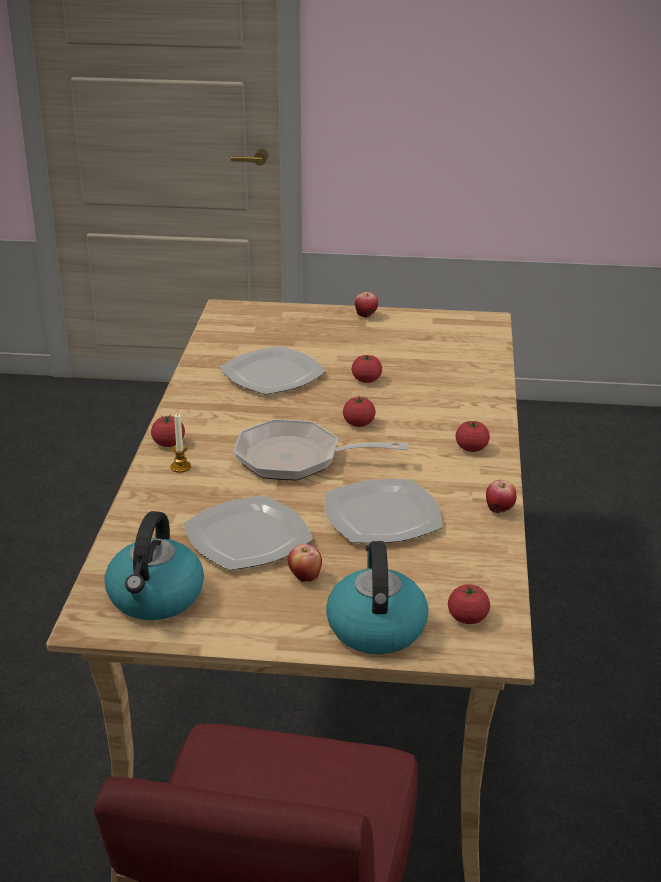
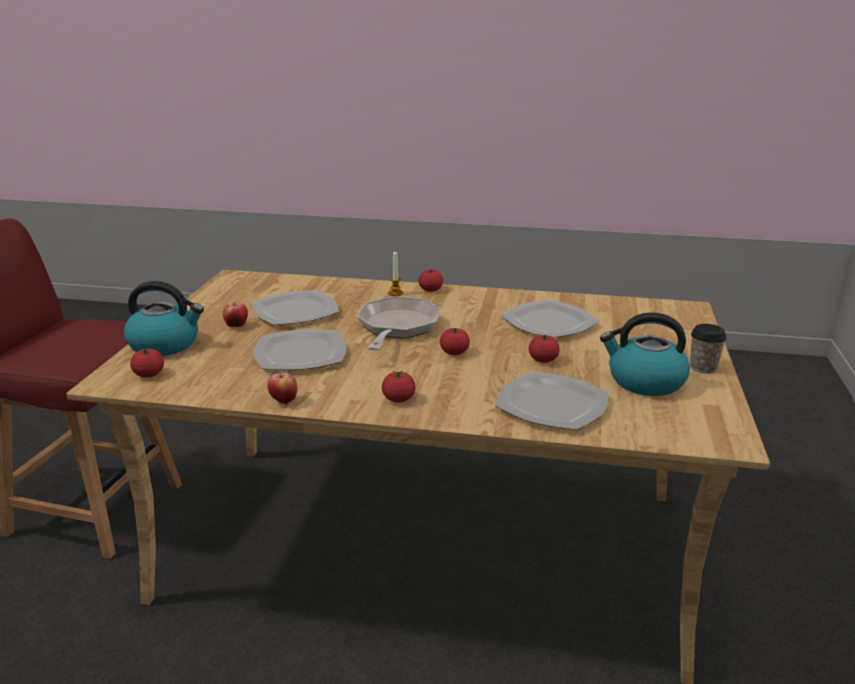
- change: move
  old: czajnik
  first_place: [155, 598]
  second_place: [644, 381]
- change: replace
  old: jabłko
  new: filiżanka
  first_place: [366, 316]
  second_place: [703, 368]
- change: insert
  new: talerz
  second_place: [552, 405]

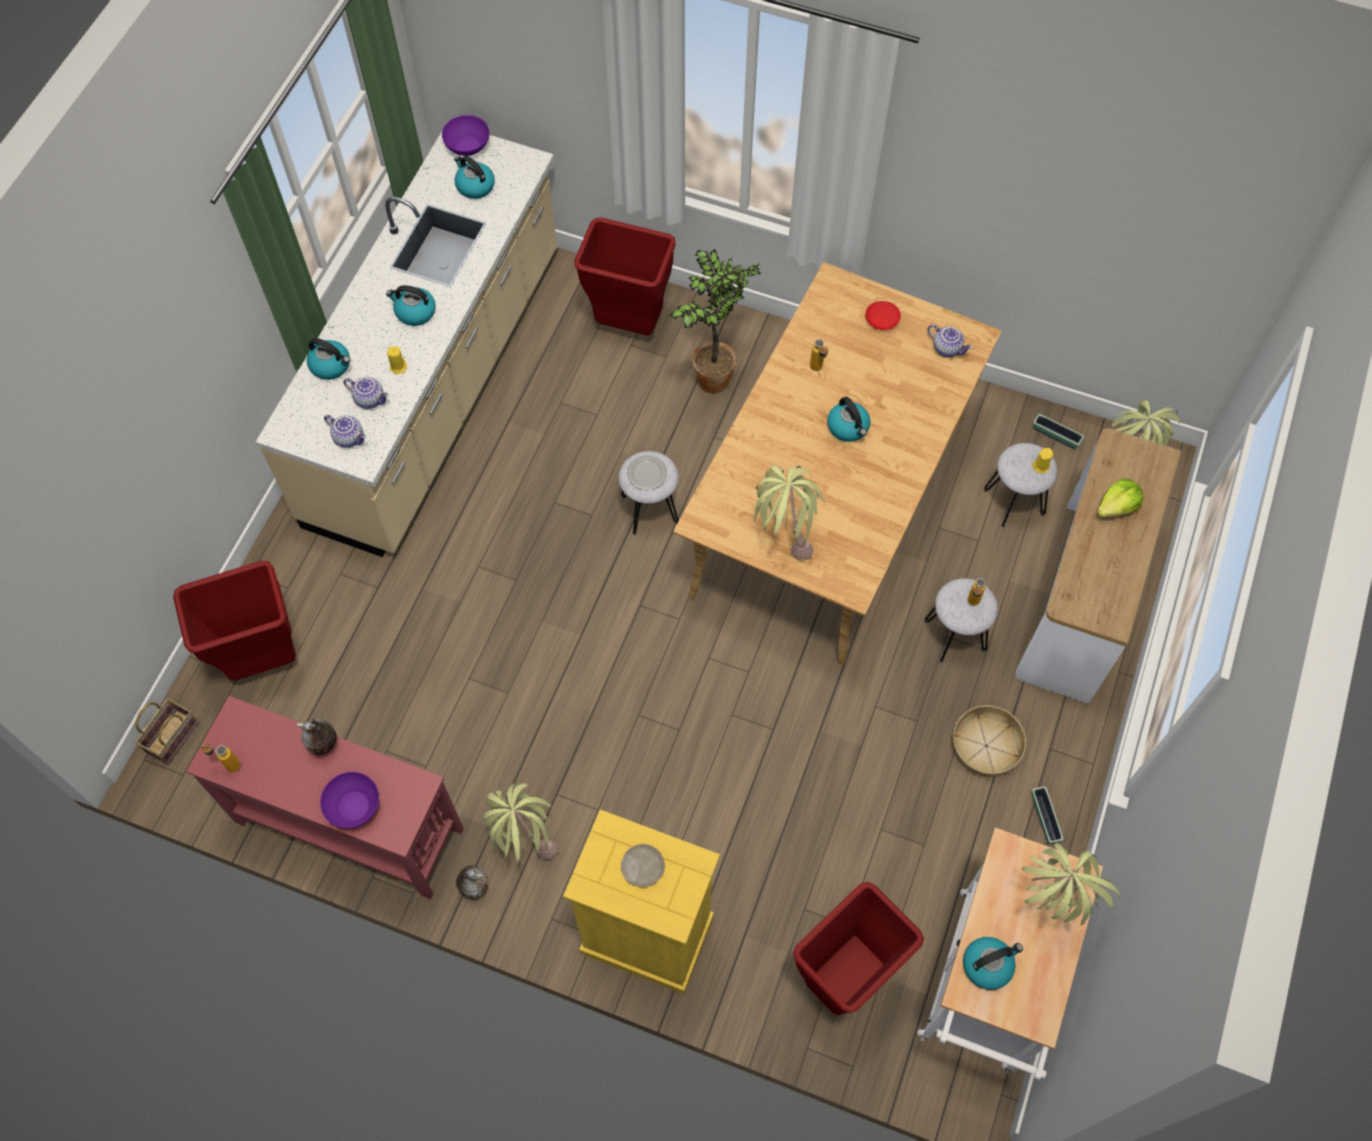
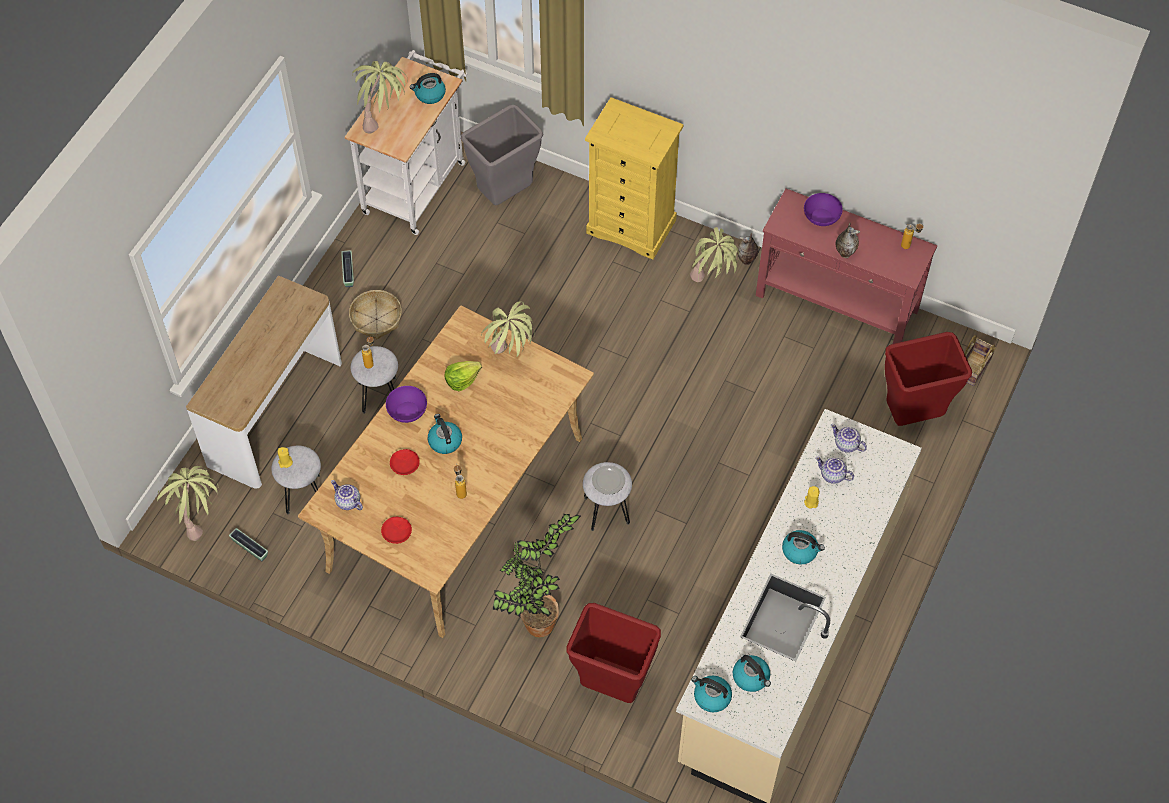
- change: move
  old: czajnik
  first_place: [331, 365]
  second_place: [711, 697]
- change: move
  old: miska/fioletowy
  first_place: [468, 146]
  second_place: [407, 411]
- change: delete
  old: talerz/beżowy
  first_place: [642, 867]
- change: recolor
  old: kosz na śmieci/czerwony
  new: kosz na śmieci/szary
  first_place: [844, 980]
  second_place: [505, 194]
- change: move
  old: sałata
  first_place: [1117, 507]
  second_place: [462, 380]
- change: insert
  new: talerz/czerwony
  second_place: [405, 464]

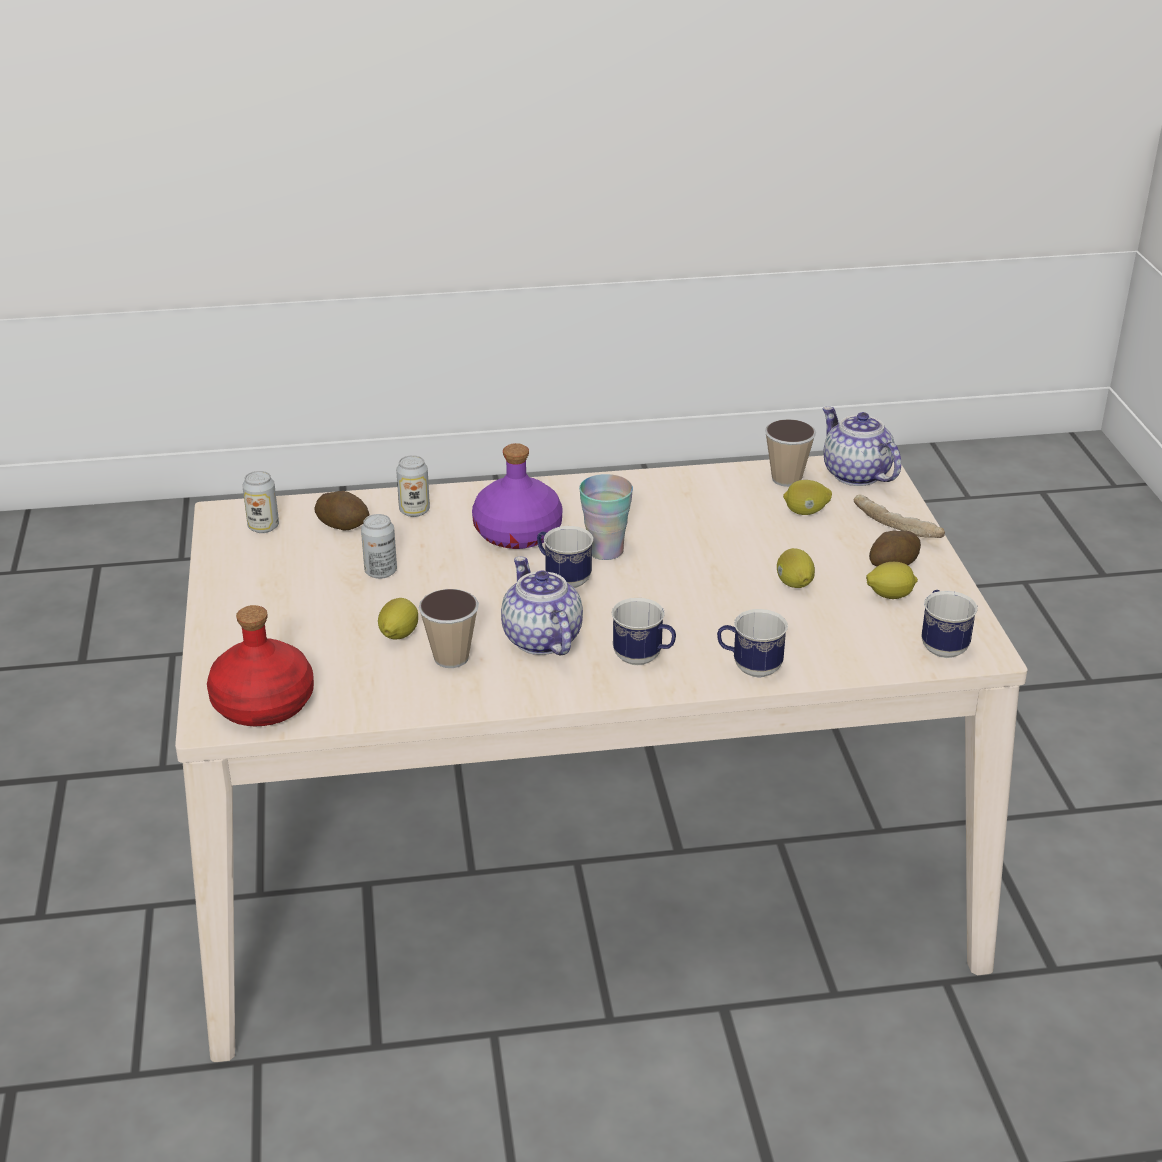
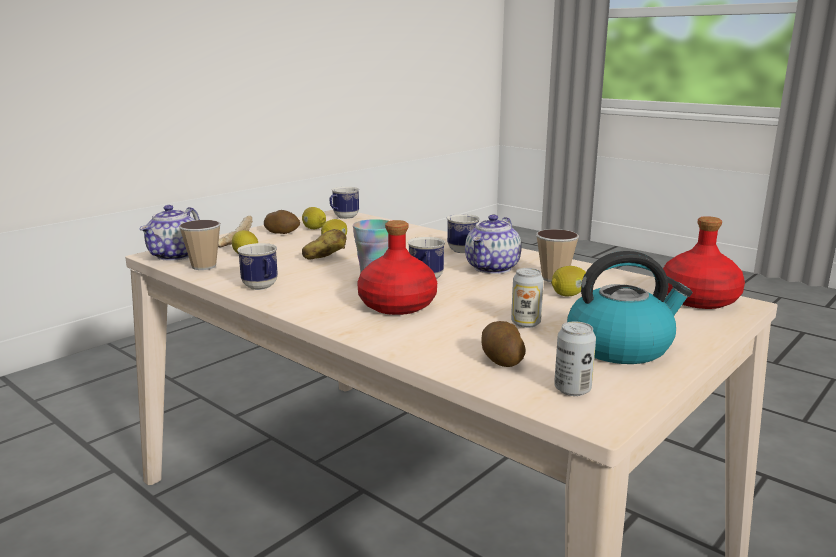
- change: delete
  old: puszka
  first_place: [414, 511]
- change: recolor
  old: butelka/fioletowy
  new: butelka/czerwony
  first_place: [517, 534]
  second_place: [398, 305]
- change: move
  old: kubek
  first_place: [749, 668]
  second_place: [262, 287]
- change: insert
  new: ziemniak
  second_place: [324, 257]
- change: insert
  new: czajnik
  second_place: [620, 346]

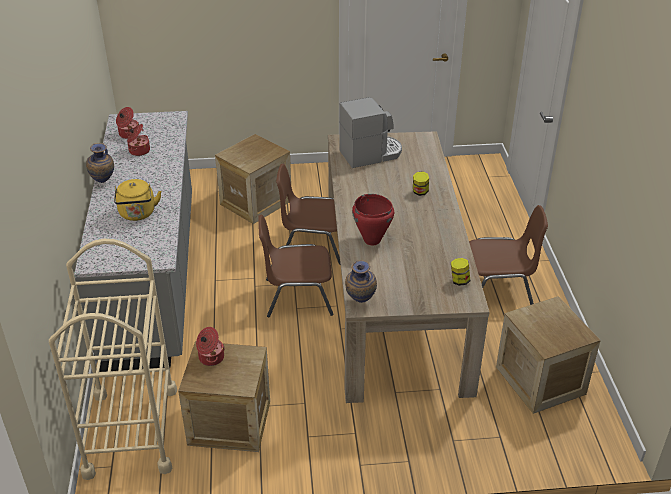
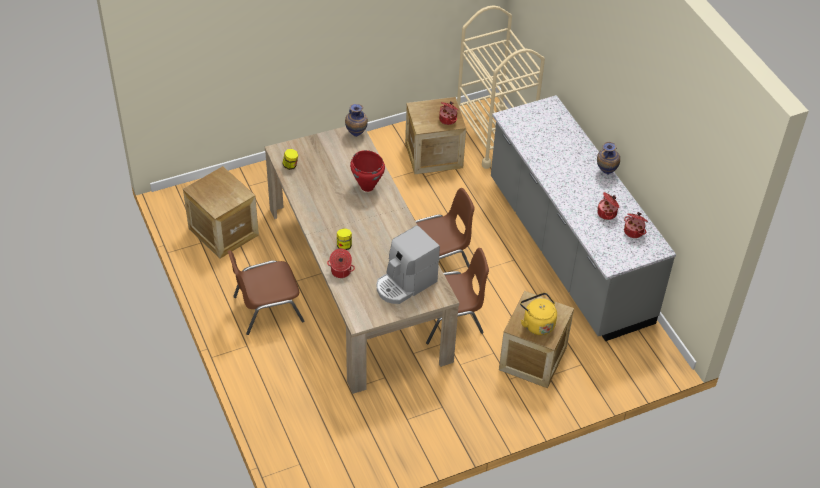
- change: move
  old: czajnik/żółty
  first_place: [138, 214]
  second_place: [537, 323]
- change: insert
  new: garnek
  second_place: [340, 271]

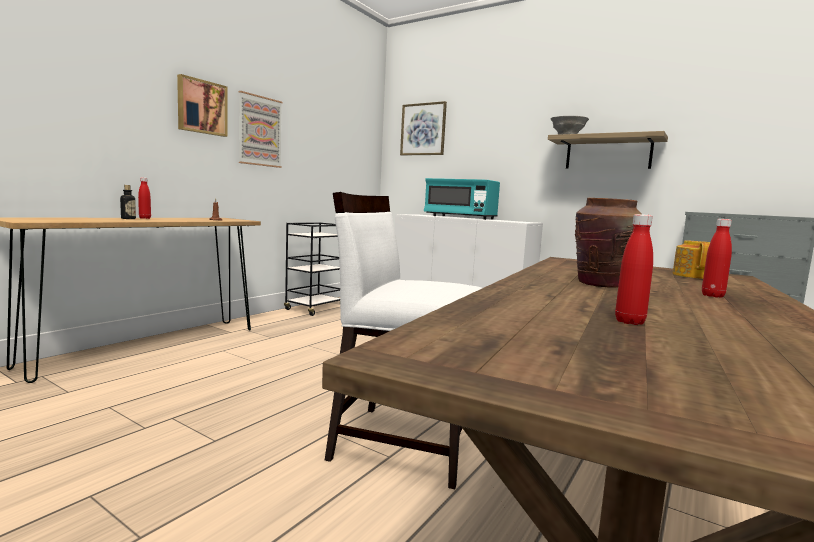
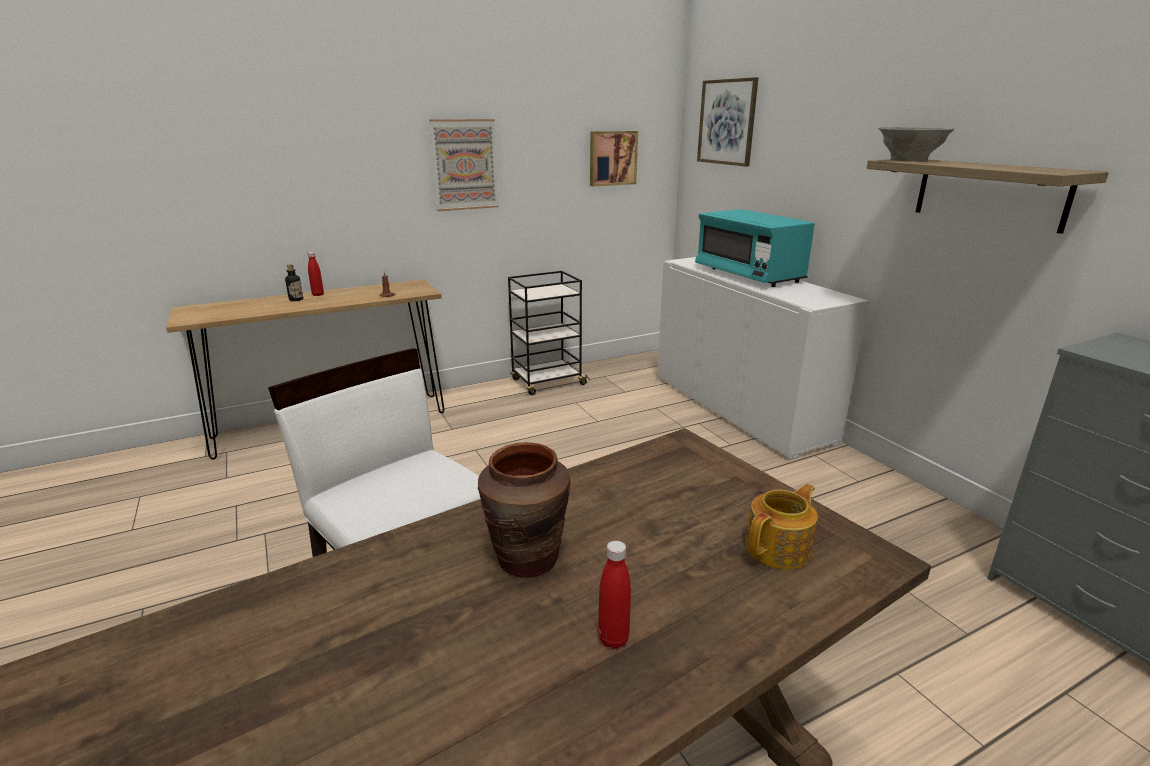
- change: move
  old: obraz
  first_place: [201, 107]
  second_place: [612, 158]
- change: delete
  old: butelka/czerwony
  first_place: [629, 322]

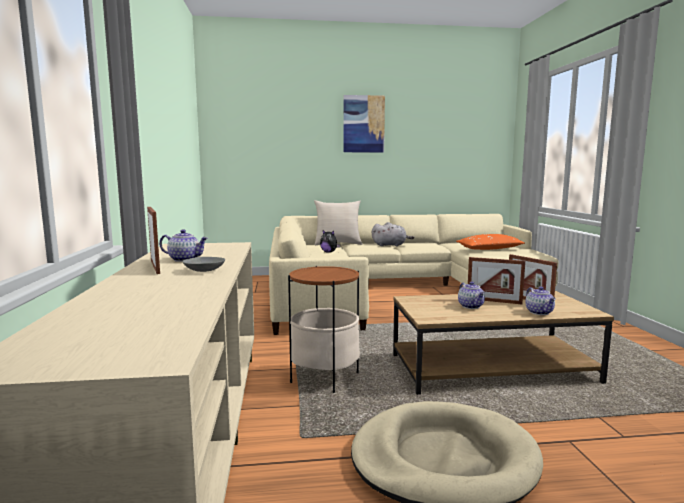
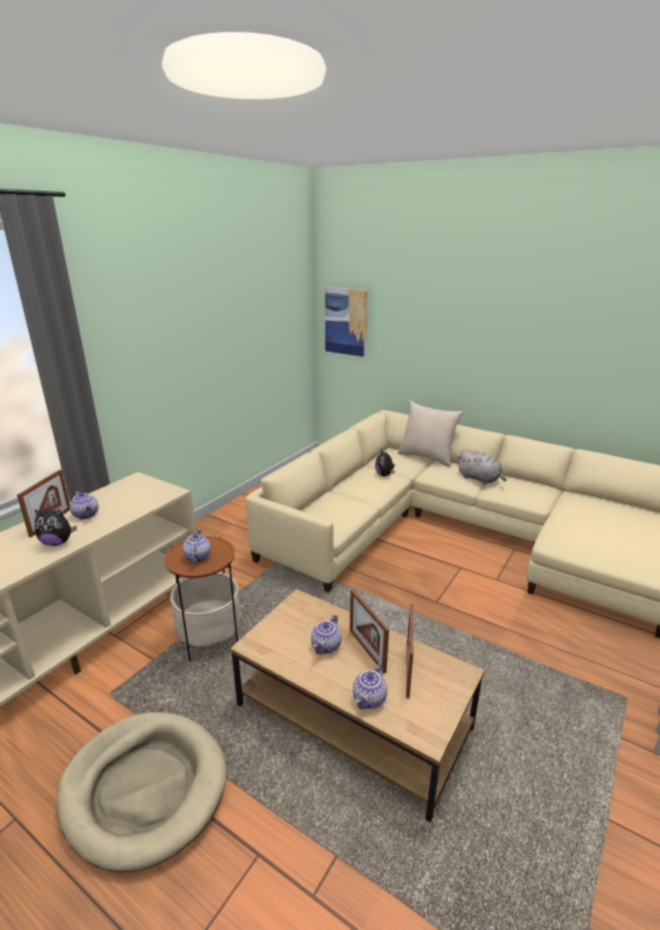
- change: replace
  old: miska/szary
  new: pluszak
  first_place: [204, 270]
  second_place: [57, 543]
- change: move
  old: obraz
  first_place: [363, 124]
  second_place: [346, 321]
- change: delete
  old: poduszka/pomarańczowy
  first_place: [489, 249]
- change: insert
  new: imbryk
  second_place: [197, 557]

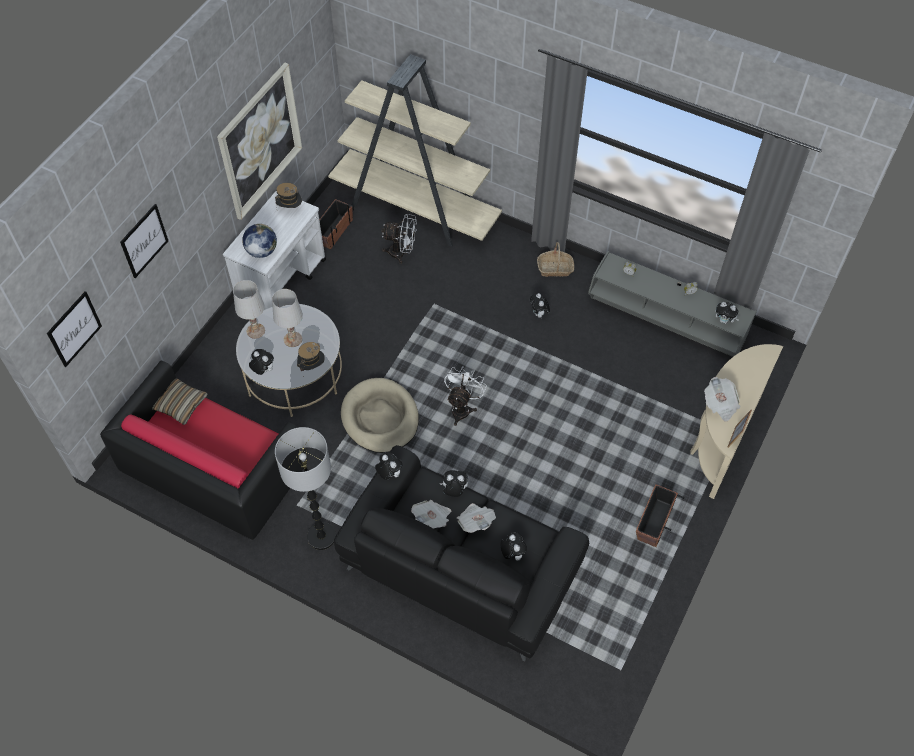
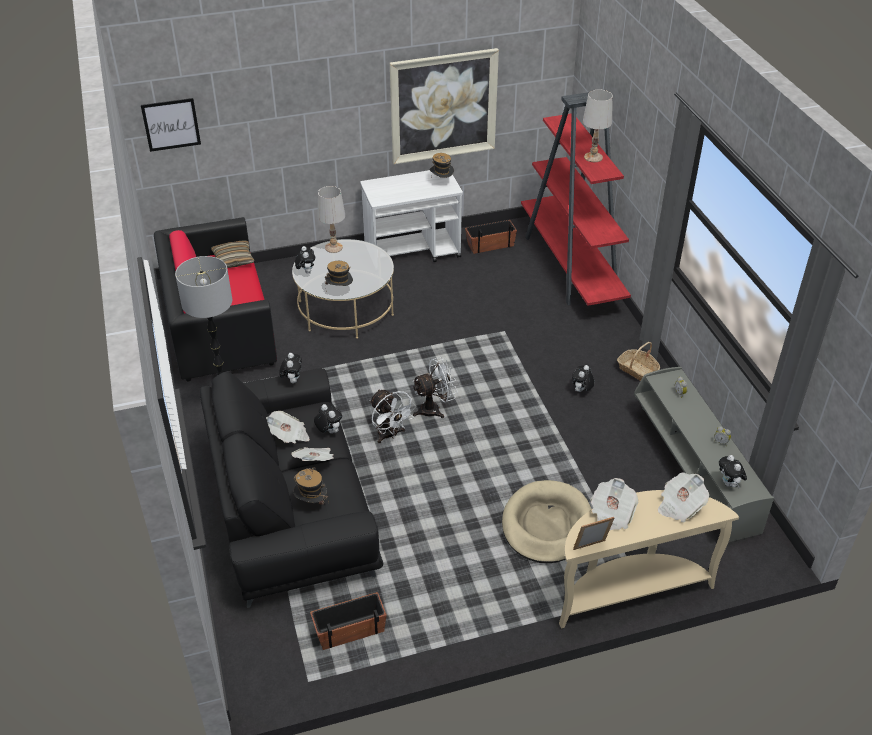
- change: delete
  old: obraz
  first_place: [144, 241]
- change: delete
  old: globus
  first_place: [261, 251]
- change: move
  old: lampa stołowa/biały
  first_place: [293, 339]
  second_place: [593, 157]
- change: recolor
  old: regał/beżowy
  new: regał/czerwony
  first_place: [415, 209]
  second_place: [571, 267]
- change: move
  old: legowisko/beżowy
  first_place: [380, 418]
  second_place: [546, 525]
- change: move
  old: wentylator/biały
  first_place: [401, 253]
  second_place: [390, 435]
- change: replace
  old: pluszak
  new: kapelusz
  first_place: [512, 553]
  second_place: [311, 503]
- change: move
  old: donica
  first_place: [654, 522]
  second_place: [350, 630]
- change: insert
  new: gazeta
  second_place: [679, 506]

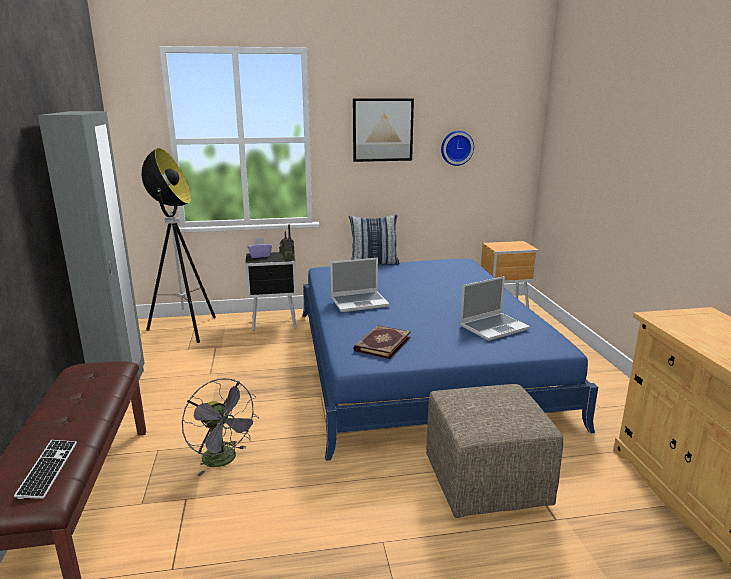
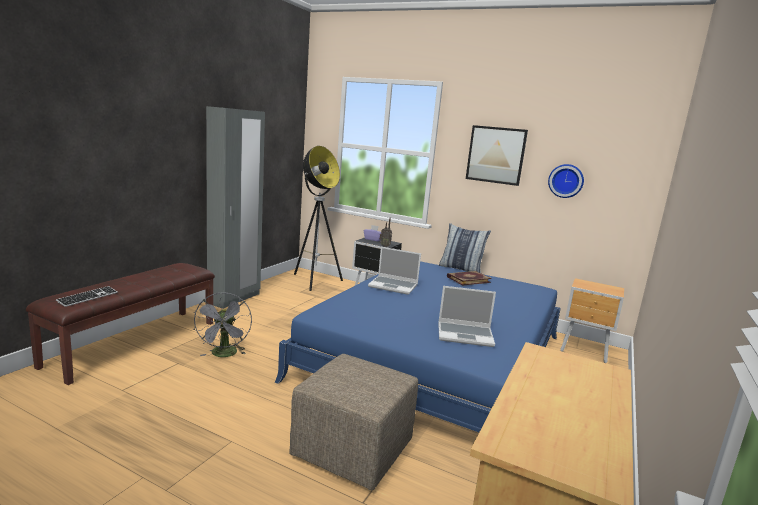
- change: move
  old: książka
  first_place: [381, 344]
  second_place: [468, 279]

